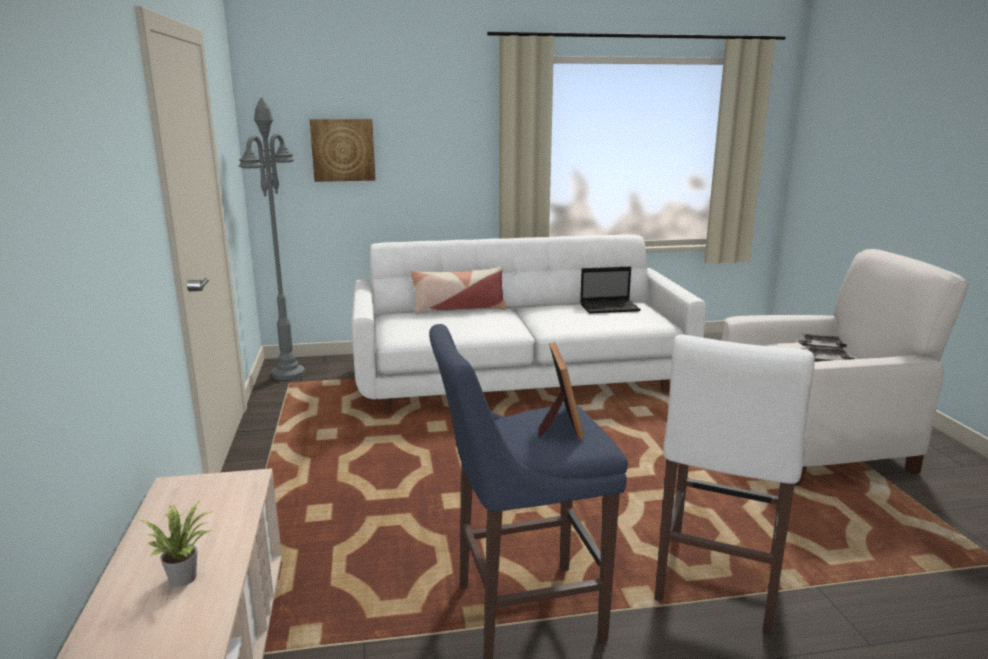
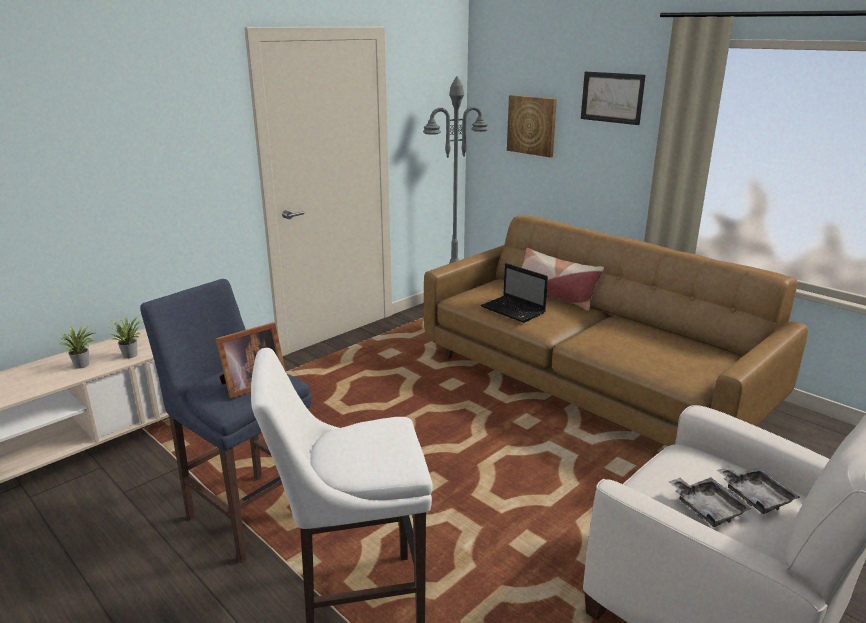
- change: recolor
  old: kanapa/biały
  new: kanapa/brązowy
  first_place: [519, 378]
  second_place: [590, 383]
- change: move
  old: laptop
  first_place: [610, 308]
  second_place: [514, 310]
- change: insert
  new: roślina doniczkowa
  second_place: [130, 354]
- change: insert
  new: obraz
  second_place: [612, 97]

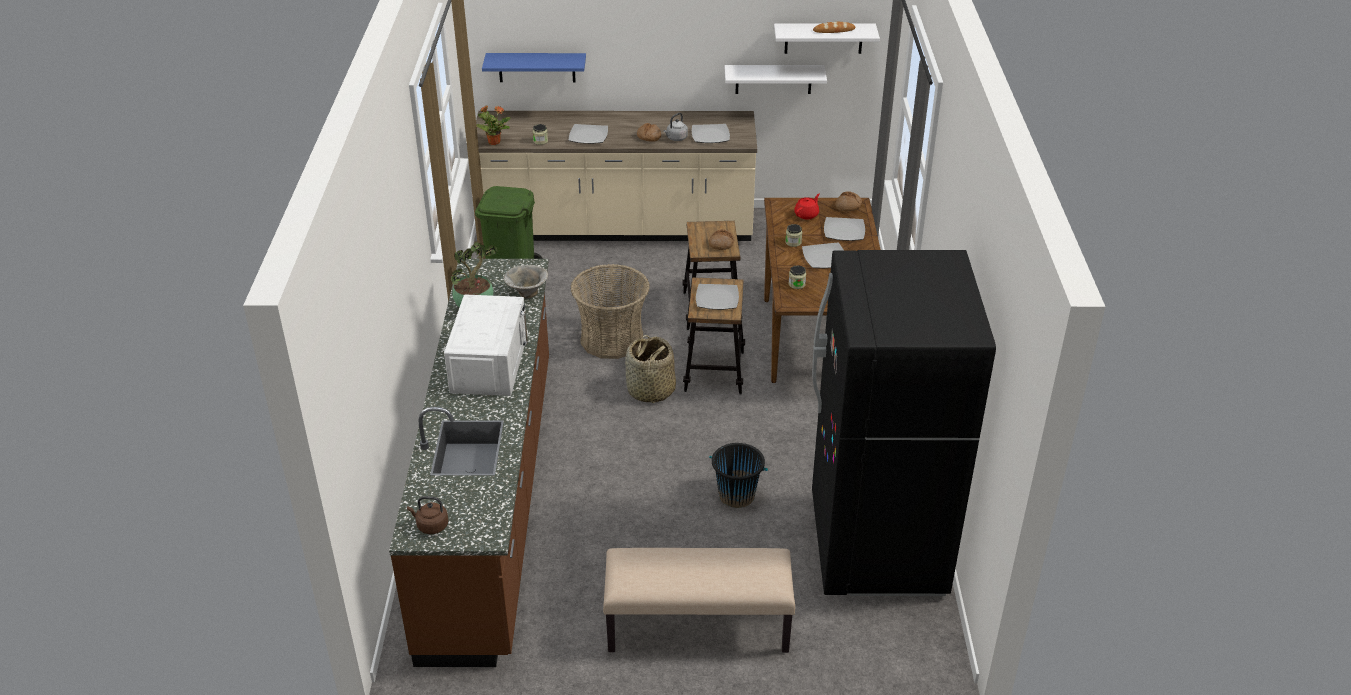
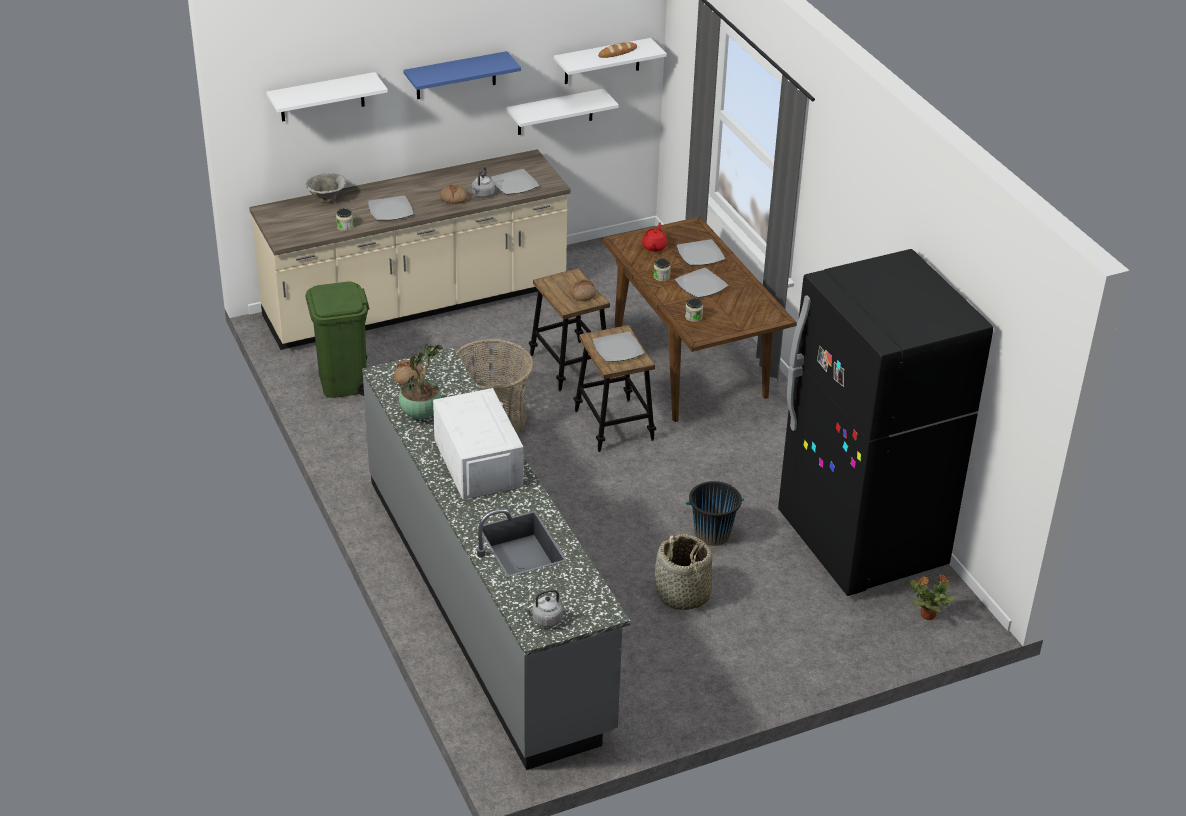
- change: recolor
  old: zabudowa kuchenna/brązowy
  new: zabudowa kuchenna/szary
  first_place: [492, 498]
  second_place: [487, 601]
- change: recolor
  old: czajnik/brązowy
  new: czajnik/szary
  first_place: [431, 526]
  second_place: [545, 620]
- change: move
  old: roślina doniczkowa
  first_place: [494, 142]
  second_place: [927, 615]
- change: move
  old: półka/niebieski
  first_place: [536, 67]
  second_place: [456, 75]
- change: move
  old: miska
  first_place: [527, 294]
  second_place: [327, 200]
- change: delete
  old: ławka/beżowy
  first_place: [697, 627]
- change: move
  old: koszyk
  first_place: [650, 390]
  second_place: [682, 595]
- change: move
  old: chleb
  first_place: [848, 206]
  second_place: [408, 377]
- change: insert
  new: półka/biały
  second_place: [322, 97]

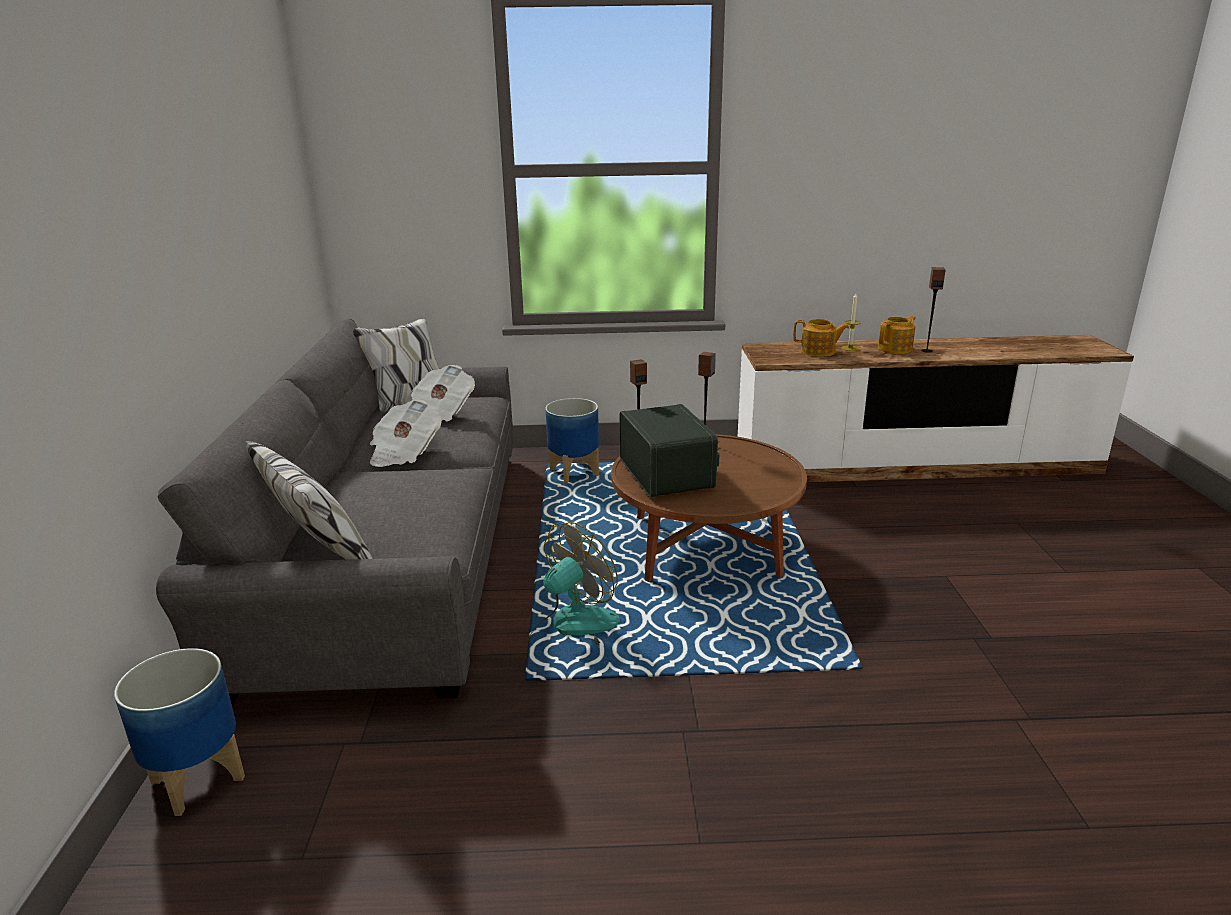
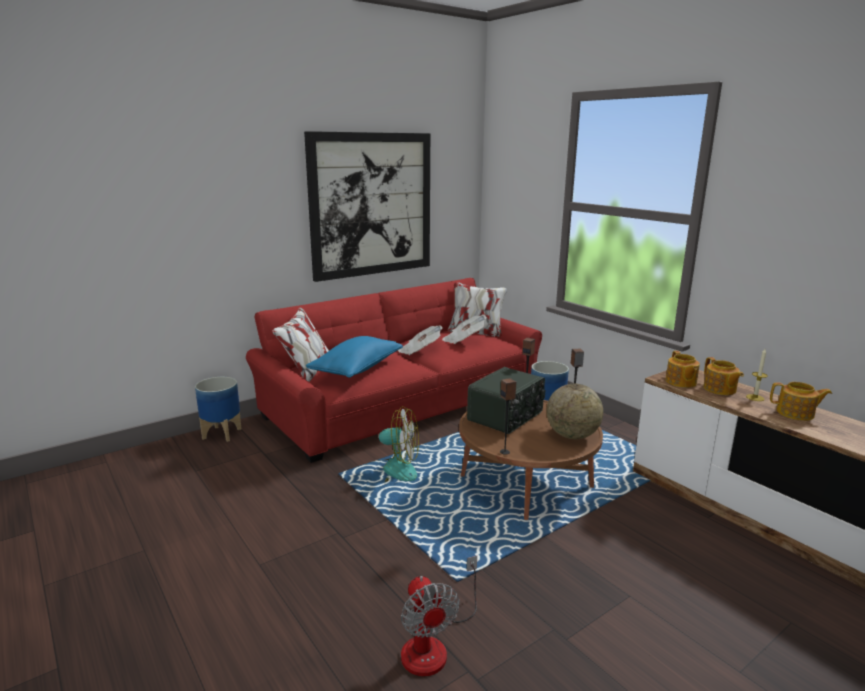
- change: recolor
  old: kanapa/szary
  new: kanapa/czerwony
  first_place: [396, 552]
  second_place: [403, 404]
- change: move
  old: głośnik
  first_place: [926, 350]
  second_place: [505, 452]
- change: insert
  new: obraz
  second_place: [371, 205]
- change: insert
  new: poduszka/niebieski
  second_place: [357, 369]
- change: insert
  new: wentylator
  second_place: [433, 644]
- change: insert
  new: globus
  second_place: [572, 436]
- change: insert
  new: imbryk
  second_place: [680, 382]

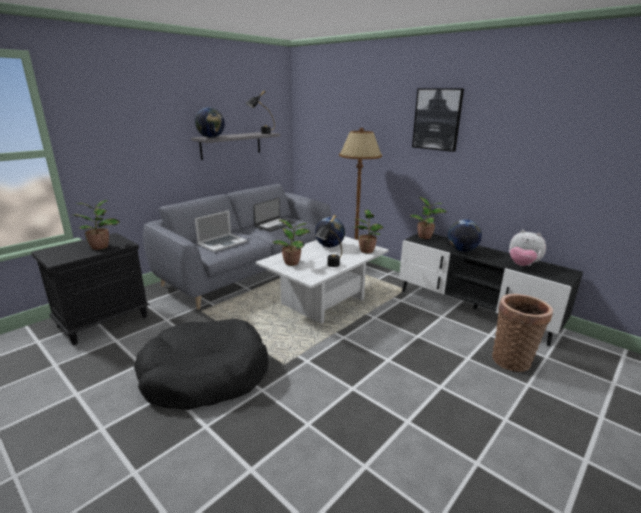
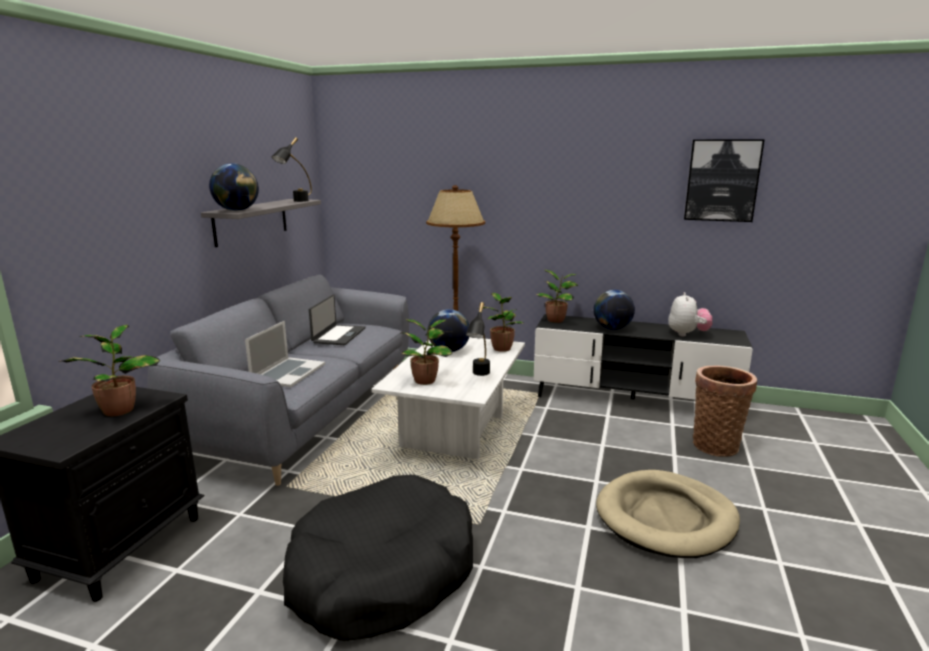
- change: move
  old: obraz
  first_place: [437, 119]
  second_place: [722, 180]
- change: rotate
  old: pluszak
  first_place: [522, 265]
  second_place: [687, 334]
  degrees: -90
- change: insert
  new: legowisko/beżowy
  second_place: [666, 518]

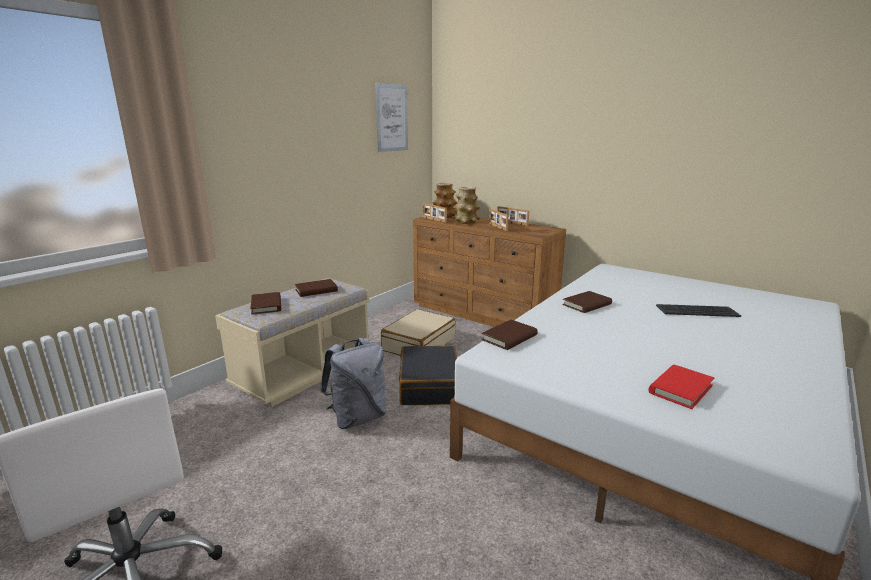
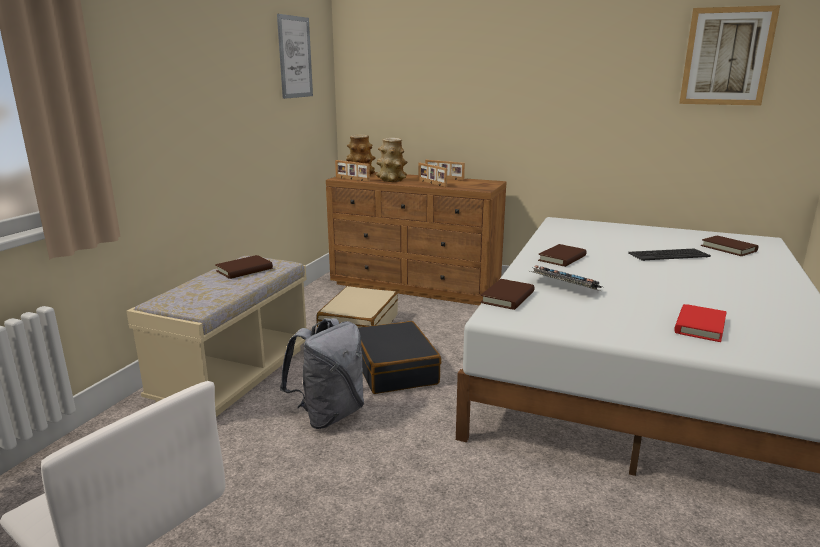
- change: move
  old: książka/brązowy
  first_place: [266, 305]
  second_place: [728, 248]
- change: insert
  new: klawiatura
  second_place: [562, 286]
- change: insert
  new: obraz
  second_place: [727, 56]

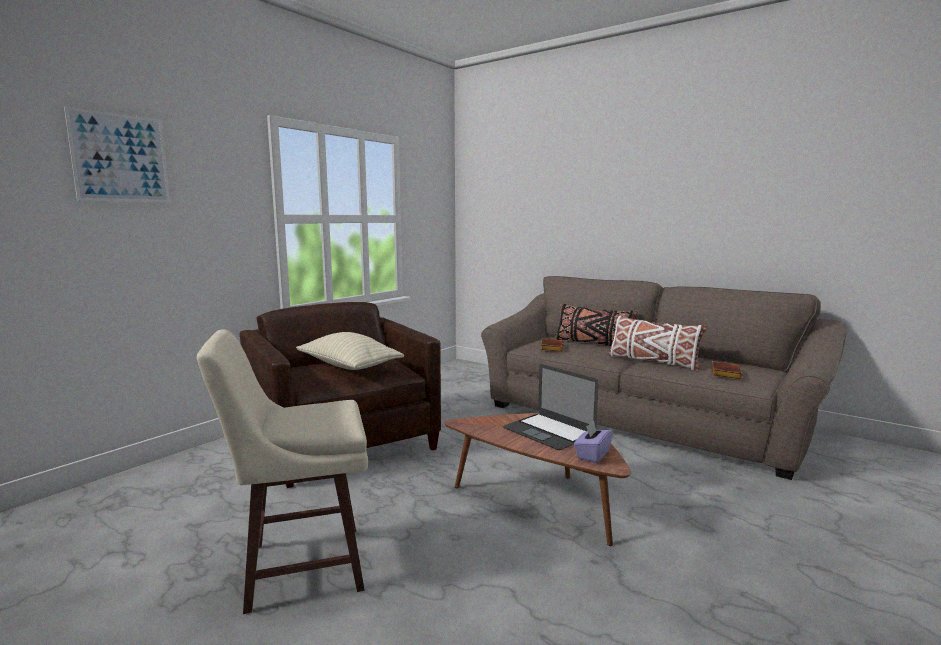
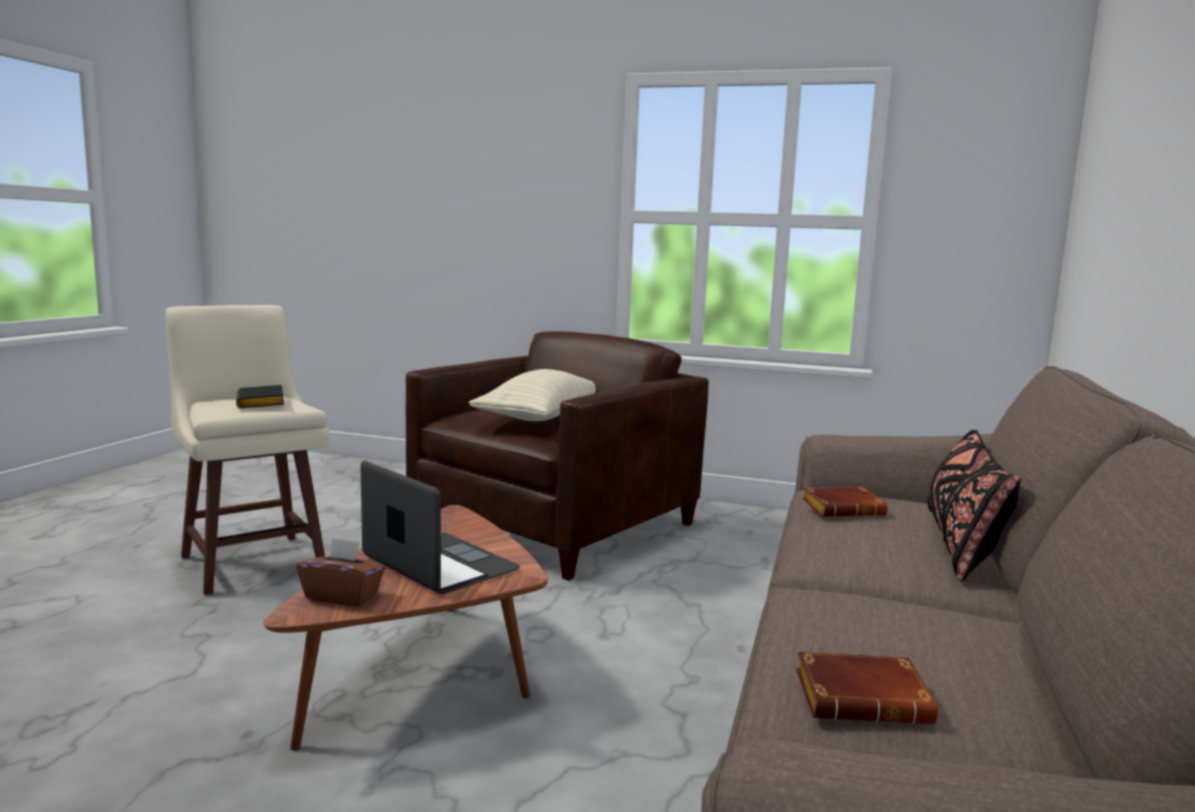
- change: delete
  old: obraz
  first_place: [120, 158]
- change: rotate
  old: laptop
  first_place: [549, 431]
  second_place: [439, 563]
  degrees: 105
- change: recolor
  old: pudełko chusteczek/fioletowy
  new: pudełko chusteczek/brązowy
  first_place: [592, 455]
  second_place: [343, 596]
- change: delete
  old: poduszka/biały
  first_place: [652, 362]
- change: insert
  new: książka/czarny
  second_place: [262, 403]

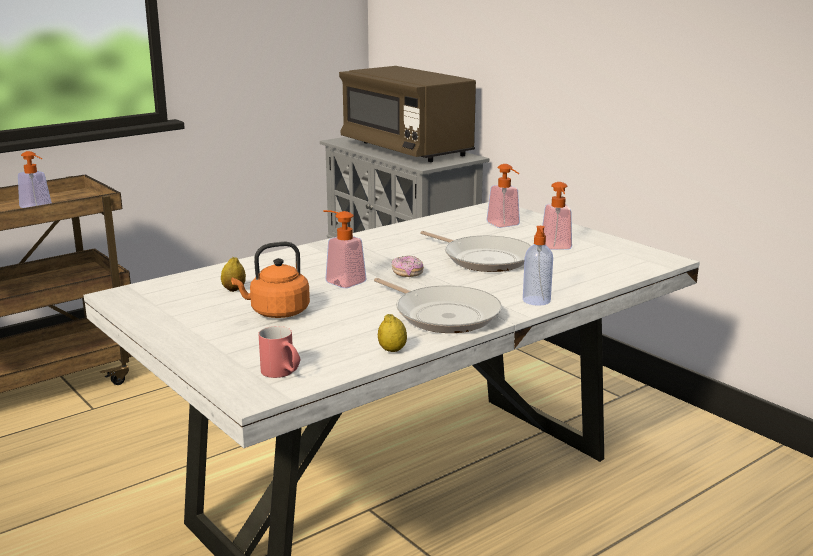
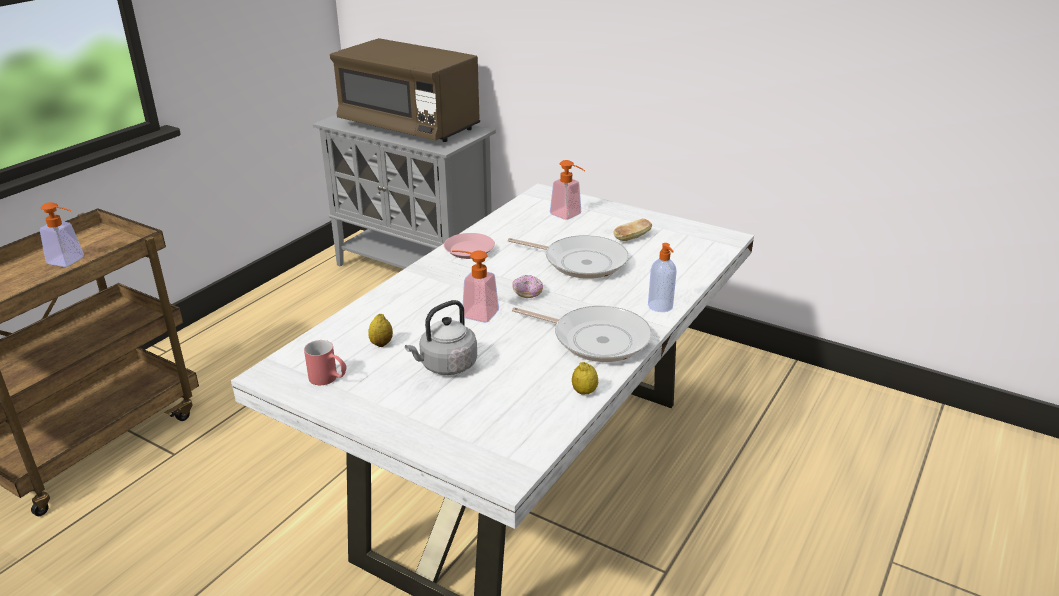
- change: recolor
  old: czajnik/pomarańczowy
  new: czajnik/szary
  first_place: [276, 312]
  second_place: [446, 366]
- change: move
  old: kubek/czerwony
  first_place: [282, 373]
  second_place: [329, 379]
- change: replace
  old: dozownik mydła
  new: chleb
  first_place: [557, 248]
  second_place: [632, 238]
- change: insert
  new: talerz/różowy
  second_place: [469, 250]

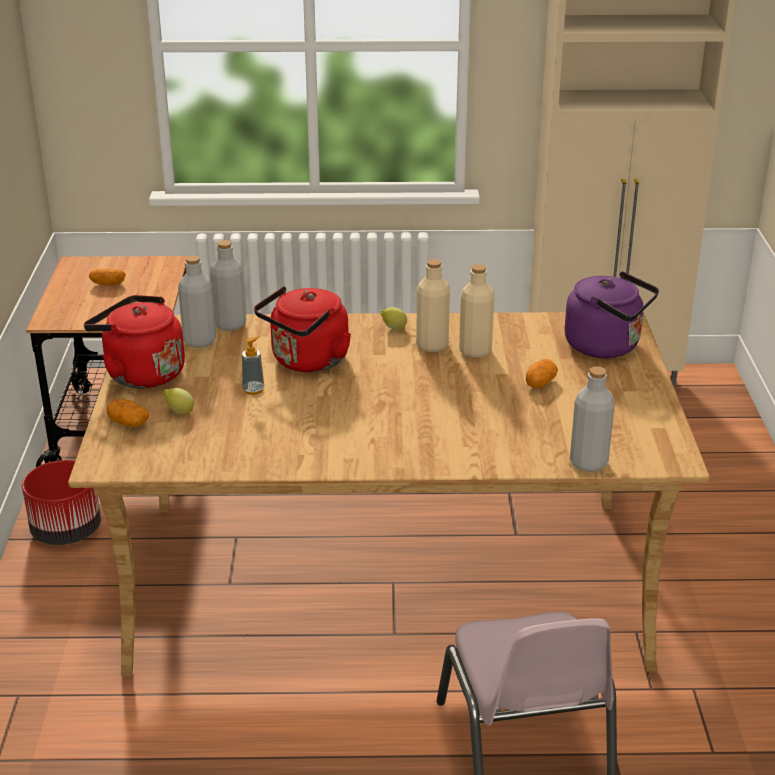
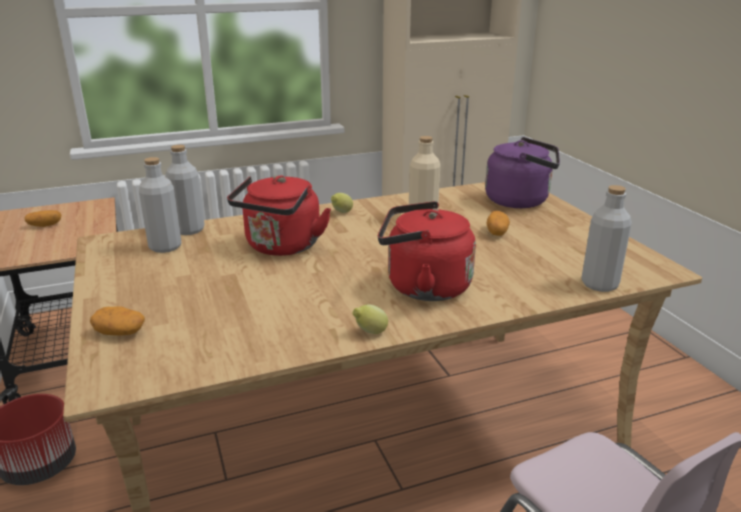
- change: move
  old: czajnik/czerwony
  first_place: [141, 373]
  second_place: [422, 287]
- change: move
  old: cytryna
  first_place: [179, 412]
  second_place: [370, 332]
- change: delete
  old: dozownik mydła
  first_place: [253, 390]
- change: delete
  old: butelka/beżowy
  first_place: [432, 345]

